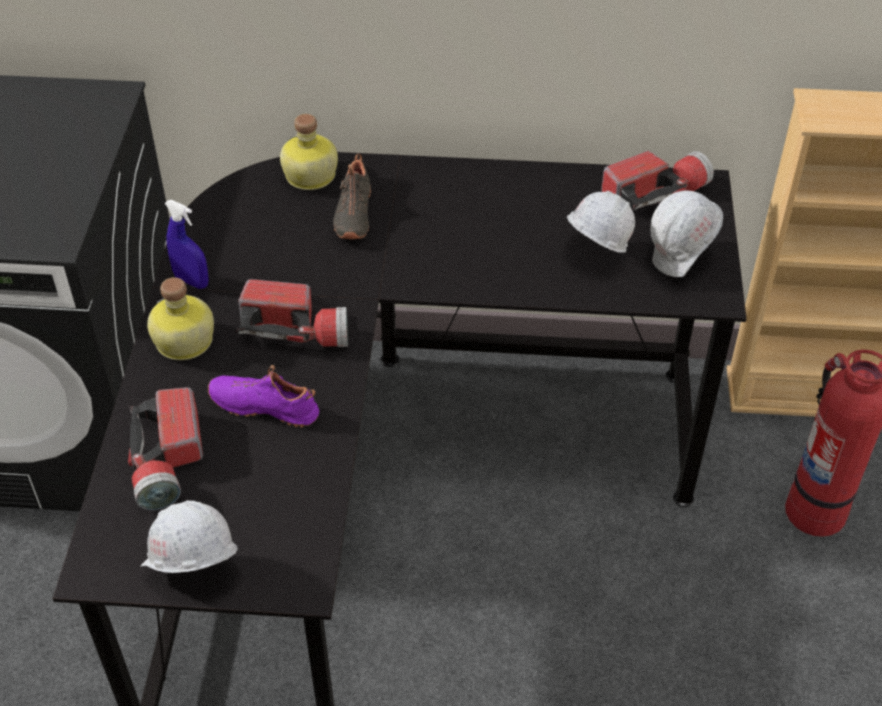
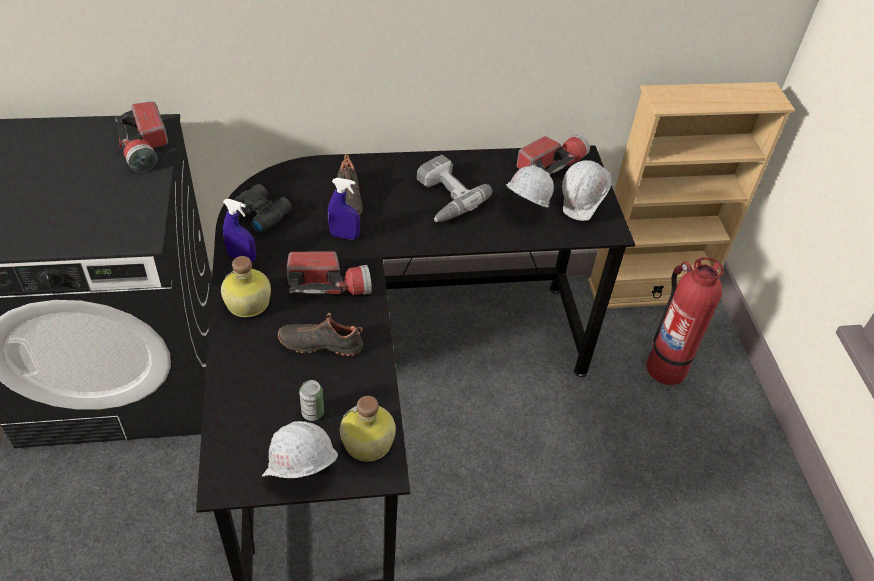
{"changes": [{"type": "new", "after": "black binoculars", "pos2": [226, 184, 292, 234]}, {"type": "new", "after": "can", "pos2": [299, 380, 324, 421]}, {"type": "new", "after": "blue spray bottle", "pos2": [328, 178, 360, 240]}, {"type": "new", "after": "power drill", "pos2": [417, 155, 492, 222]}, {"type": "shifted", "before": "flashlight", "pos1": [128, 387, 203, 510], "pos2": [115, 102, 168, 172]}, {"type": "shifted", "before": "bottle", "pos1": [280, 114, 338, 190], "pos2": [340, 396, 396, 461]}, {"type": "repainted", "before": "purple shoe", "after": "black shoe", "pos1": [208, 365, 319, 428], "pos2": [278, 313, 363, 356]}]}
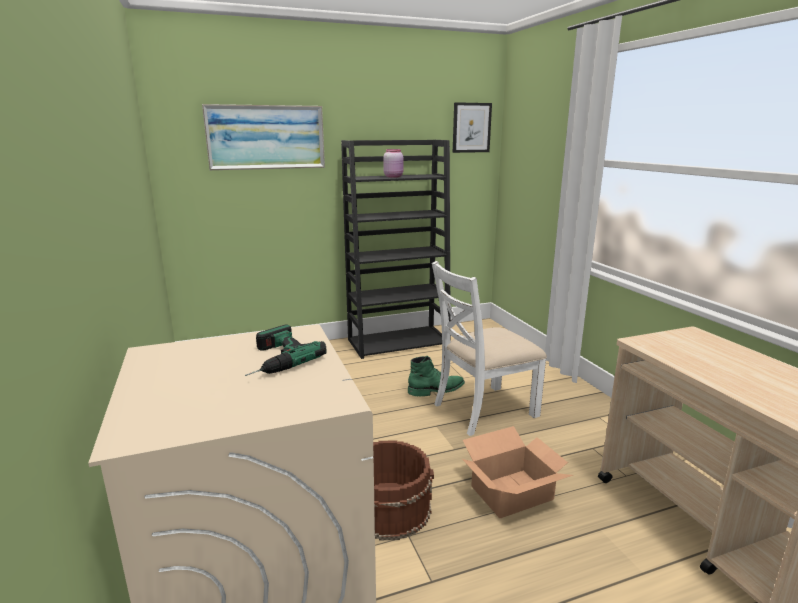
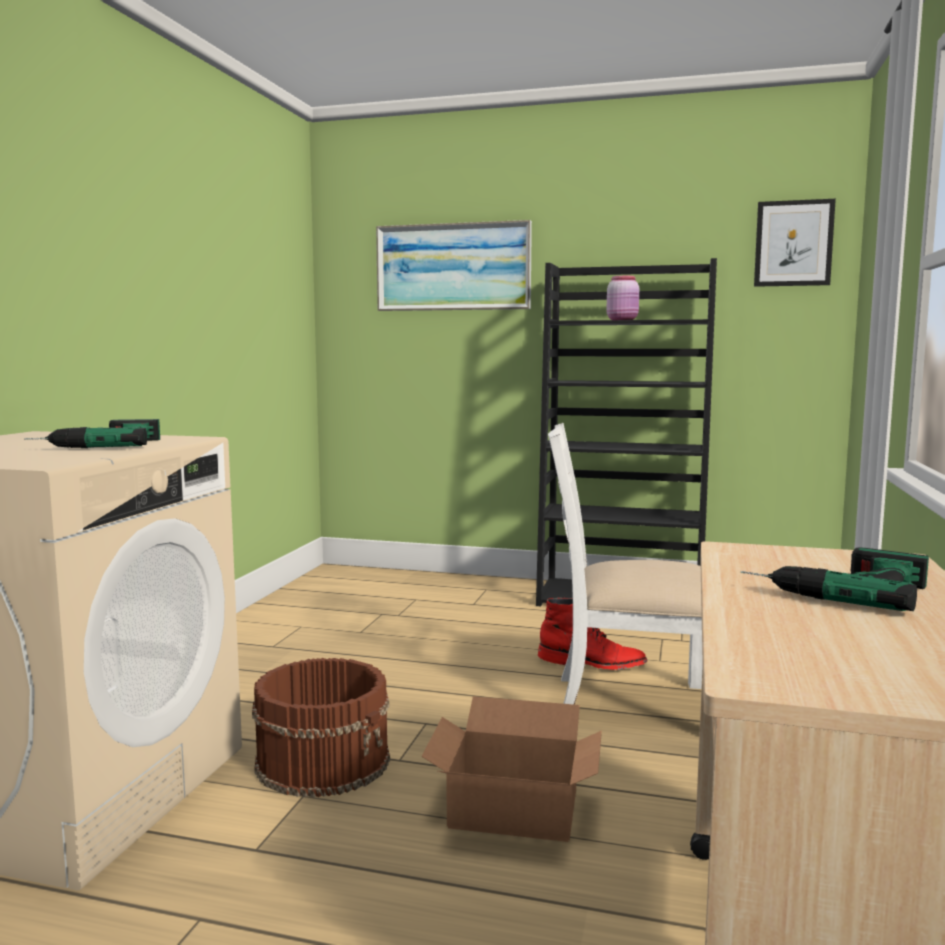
{"changes": [{"type": "new", "after": "power drill", "pos2": [741, 547, 929, 611]}, {"type": "repainted", "before": "green boot", "after": "red boot", "pos1": [408, 356, 465, 397], "pos2": [538, 598, 648, 670]}]}
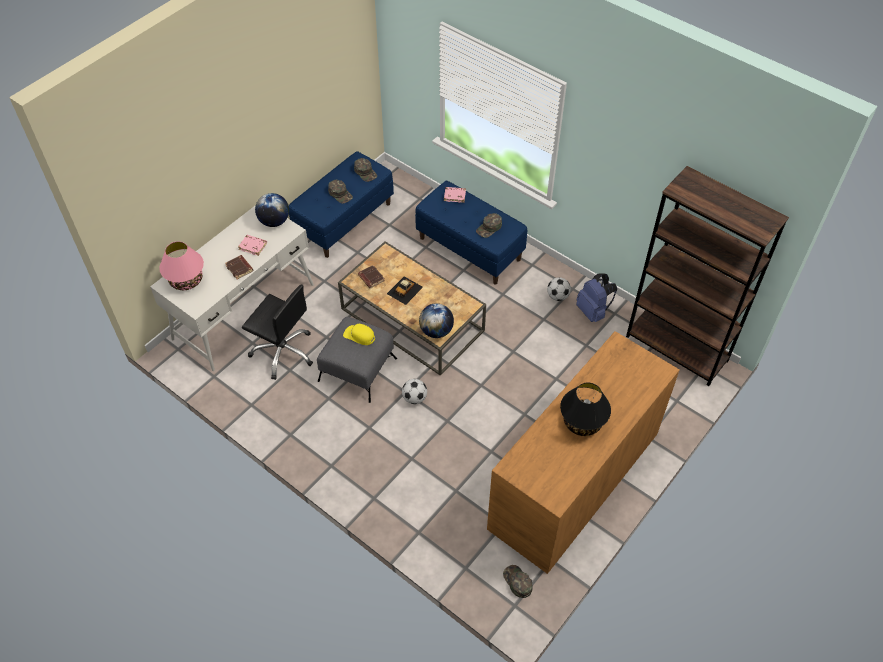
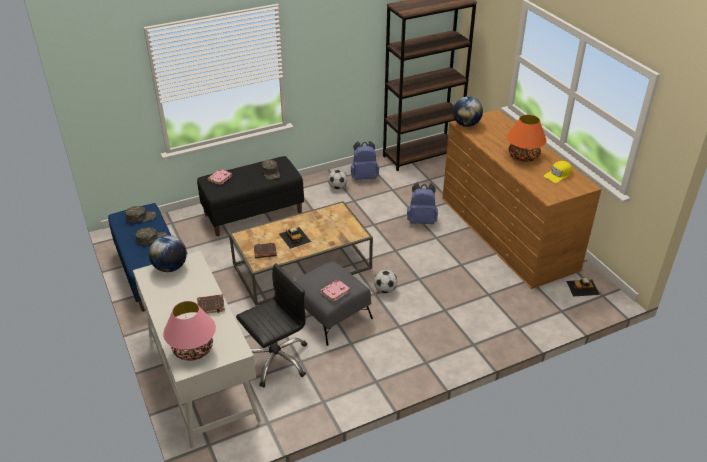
{"changes": [{"type": "new", "after": "blue backpack", "pos2": [407, 182, 438, 224]}, {"type": "shifted", "before": "pink book", "pos1": [238, 235, 267, 256], "pos2": [320, 280, 350, 302]}, {"type": "shifted", "before": "yellow cap", "pos1": [343, 324, 375, 345], "pos2": [544, 161, 572, 183]}, {"type": "shifted", "before": "globe", "pos1": [419, 303, 454, 338], "pos2": [453, 96, 483, 127]}, {"type": "swapped", "before": "green cap", "after": "toy car", "pos1": [503, 565, 533, 598], "pos2": [566, 278, 600, 296]}, {"type": "repainted", "before": "blue bench", "after": "black bench", "pos1": [415, 181, 527, 284], "pos2": [197, 156, 304, 236]}, {"type": "repainted", "before": "black table lamp", "after": "orange table lamp", "pos1": [560, 382, 611, 436], "pos2": [507, 115, 547, 162]}]}
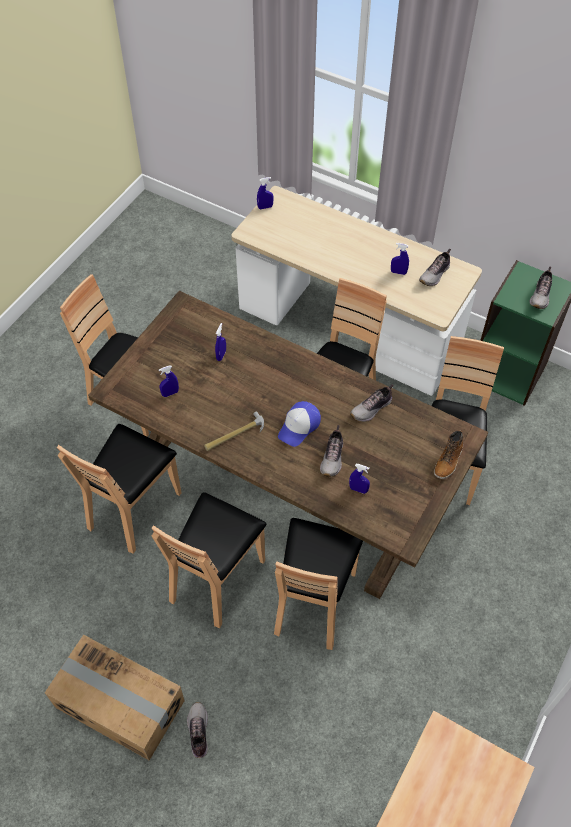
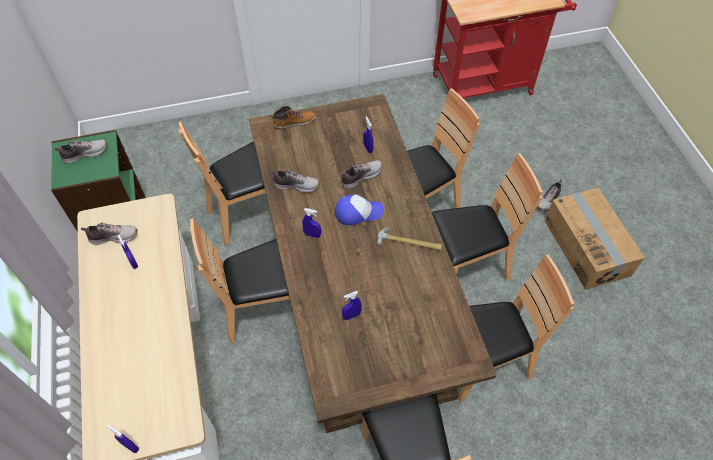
{"changes": [{"type": "shifted", "before": "blue spray bottle", "pos1": [159, 366, 179, 397], "pos2": [302, 208, 321, 238]}]}
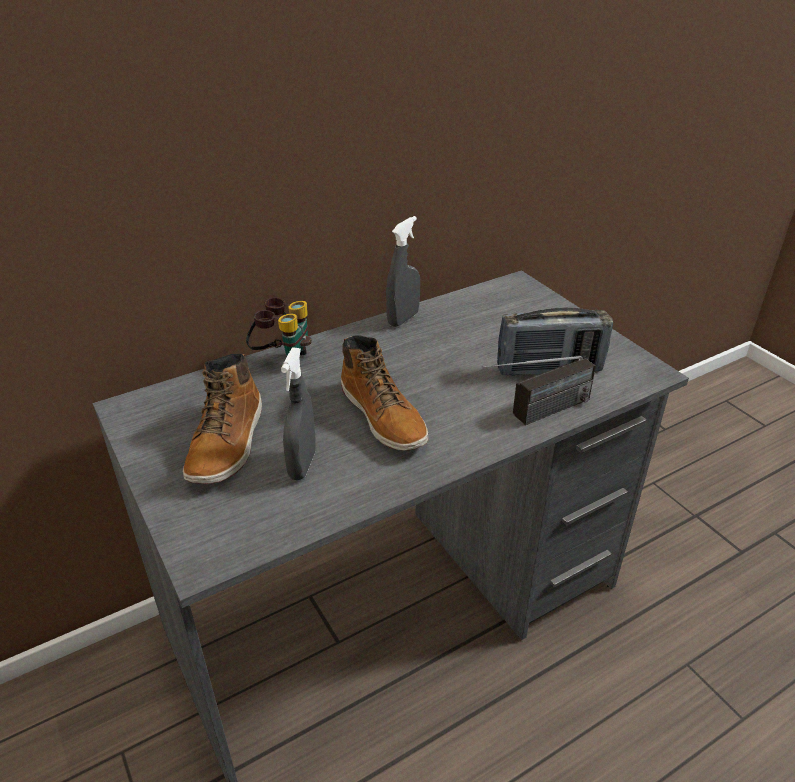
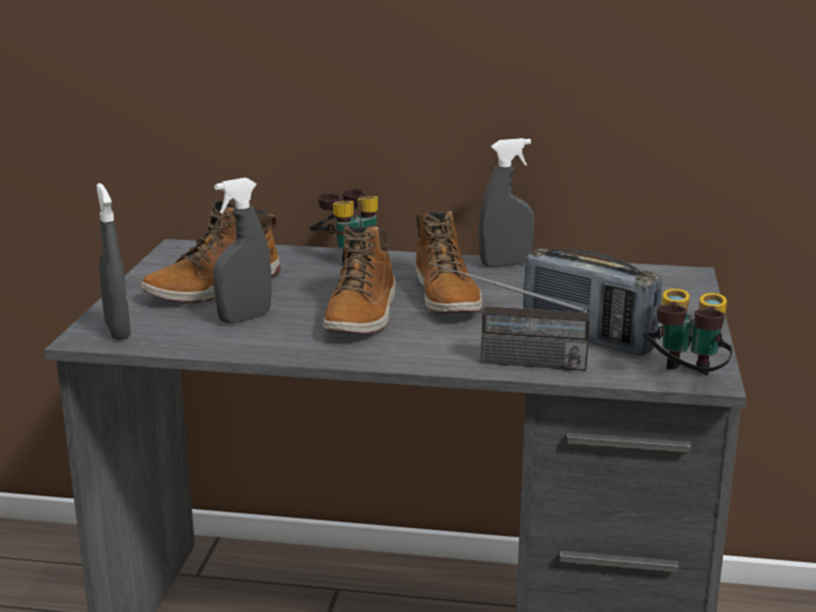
{"changes": [{"type": "new", "after": "grey spray bottle", "pos2": [96, 183, 131, 340]}, {"type": "new", "after": "boot", "pos2": [416, 210, 482, 313]}, {"type": "new", "after": "binoculars", "pos2": [643, 289, 732, 375]}]}
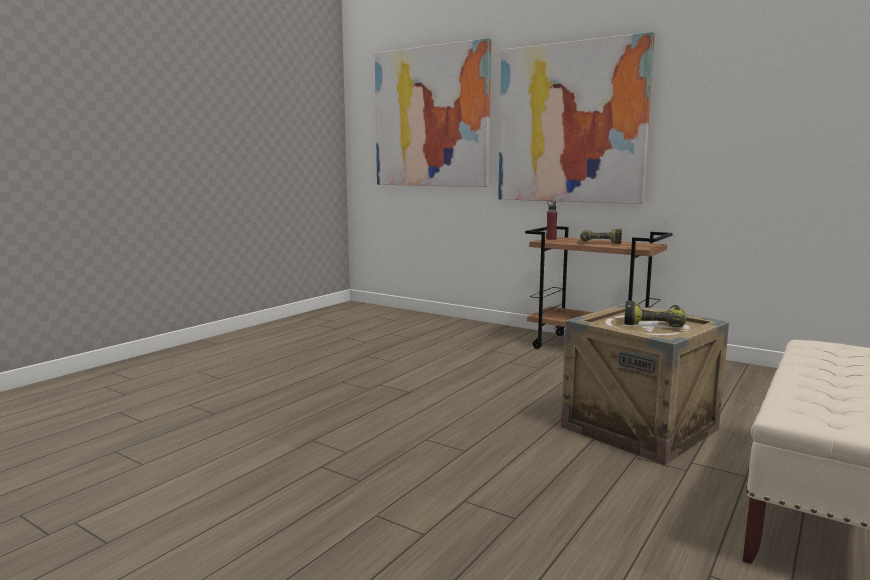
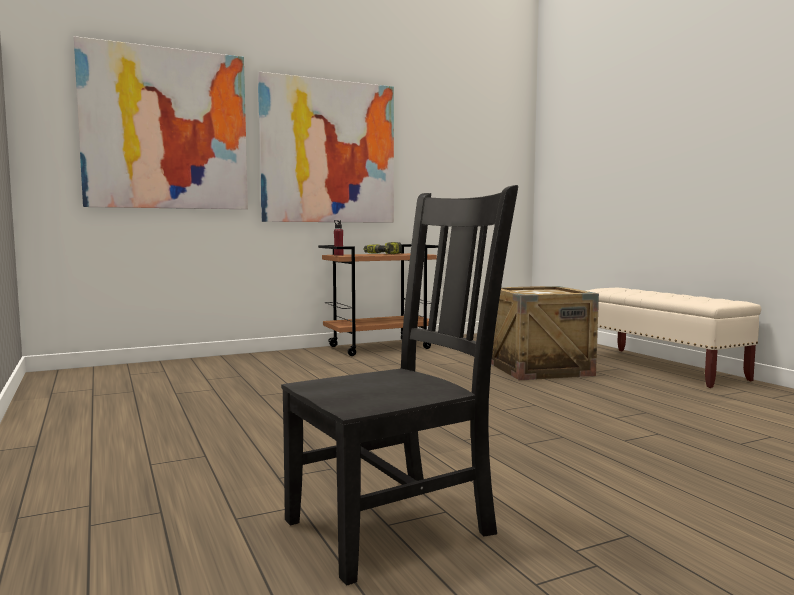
{"changes": [{"type": "gone", "before": "power drill", "pos1": [624, 301, 686, 327]}, {"type": "new", "after": "black chair", "pos2": [281, 185, 518, 586]}]}
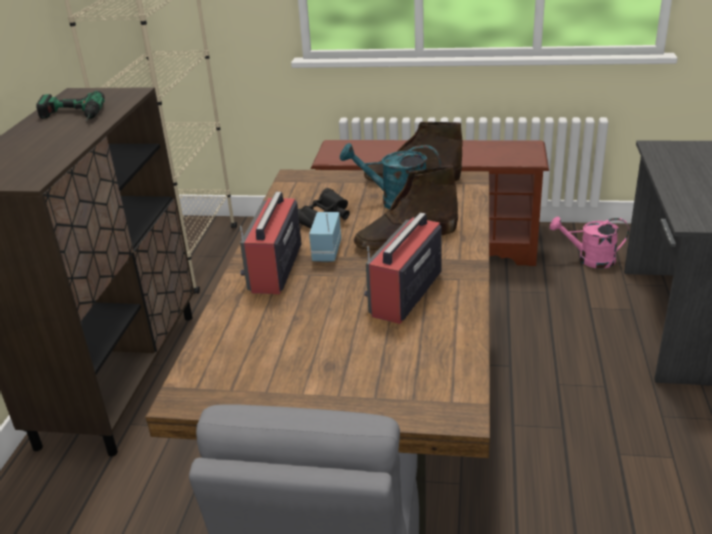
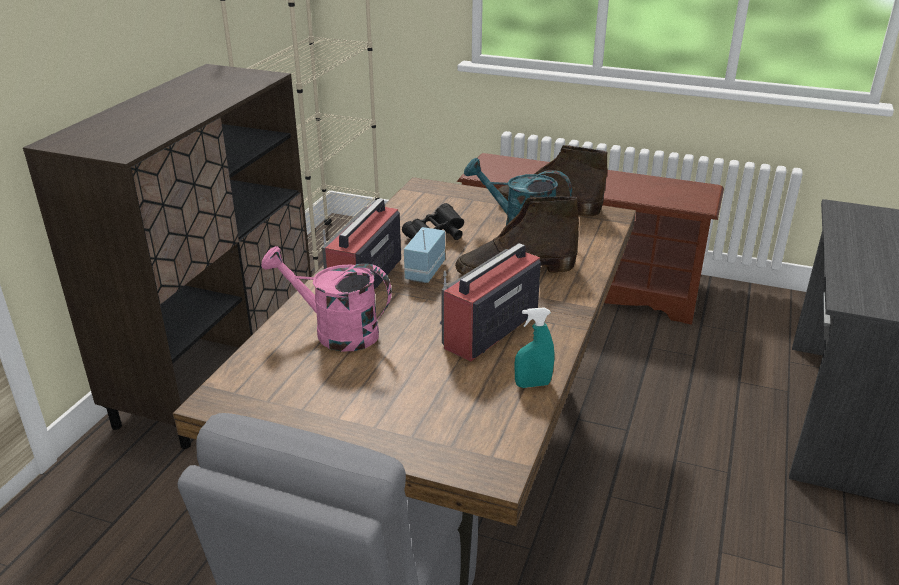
{"changes": [{"type": "gone", "before": "power drill", "pos1": [36, 91, 105, 121]}, {"type": "new", "after": "turquoise spray bottle", "pos2": [515, 307, 554, 388]}, {"type": "shifted", "before": "pink watering can", "pos1": [550, 217, 629, 269], "pos2": [261, 246, 392, 351]}]}
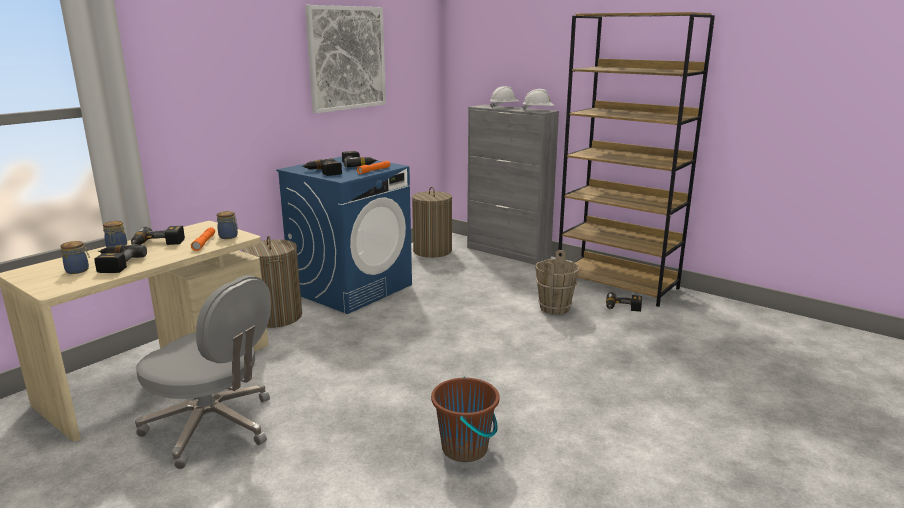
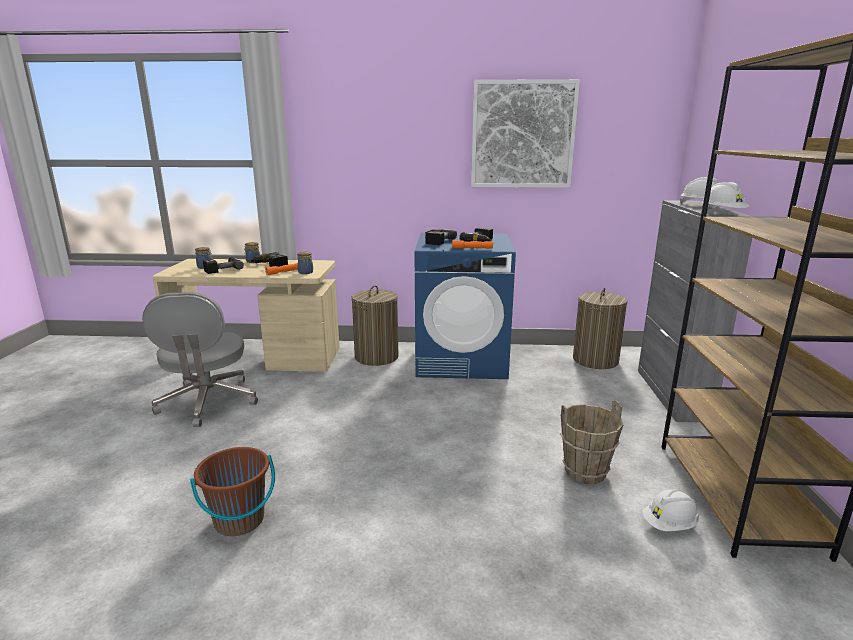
{"changes": [{"type": "swapped", "before": "power drill", "after": "white hard hat", "pos1": [606, 292, 642, 312], "pos2": [642, 489, 699, 531]}]}
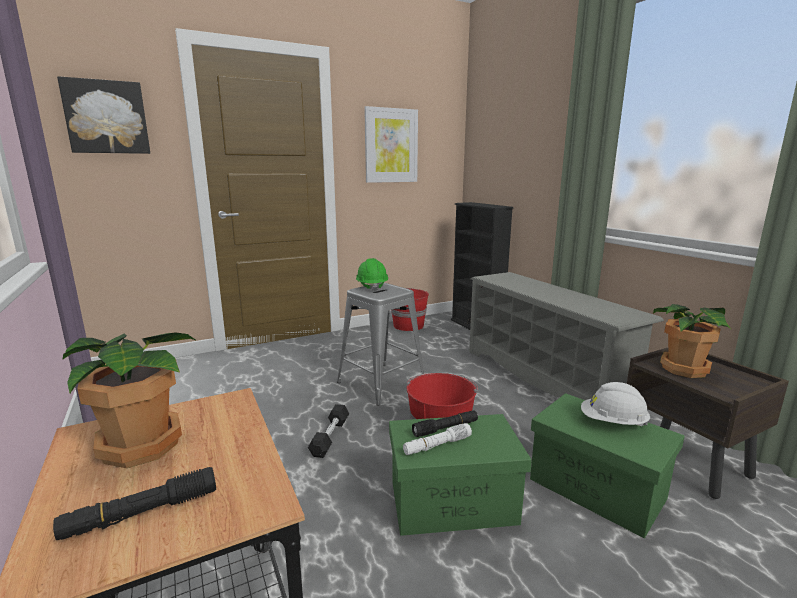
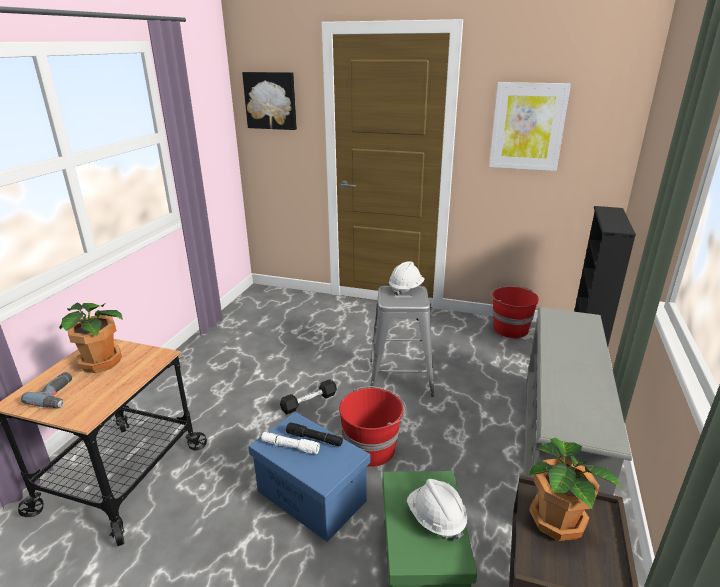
{"changes": [{"type": "swapped", "before": "black flashlight", "after": "power drill", "pos1": [53, 467, 216, 540], "pos2": [21, 372, 72, 409]}, {"type": "repainted", "before": "green hard hat", "after": "white hard hat", "pos1": [356, 258, 388, 292], "pos2": [389, 261, 425, 296]}, {"type": "repainted", "before": "green storage box", "after": "blue storage box", "pos1": [389, 414, 532, 536], "pos2": [248, 412, 370, 542]}]}
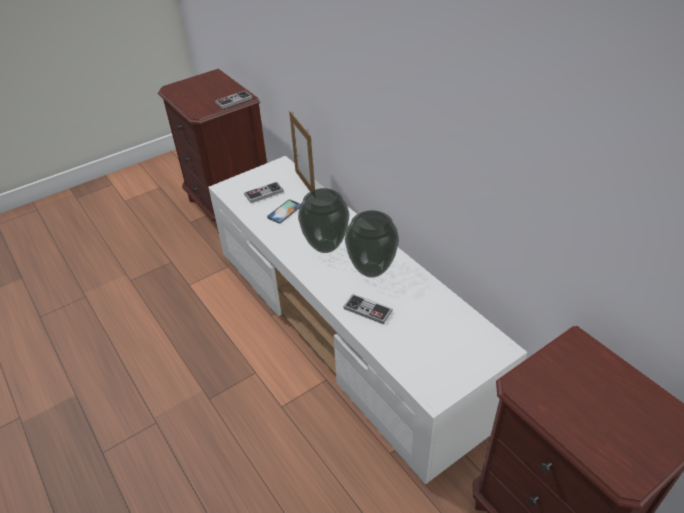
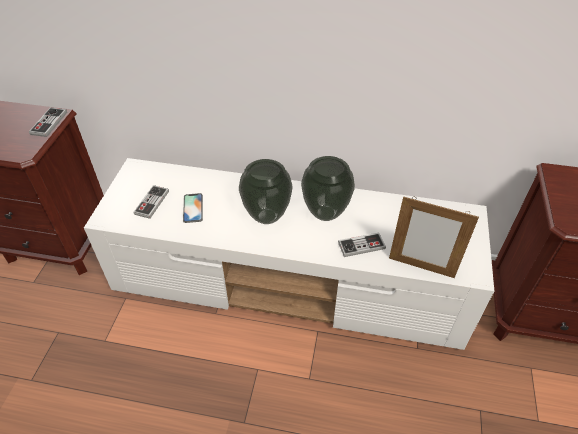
{"changes": [{"type": "shifted", "before": "picture frame", "pos1": [289, 111, 315, 192], "pos2": [389, 196, 479, 278]}]}
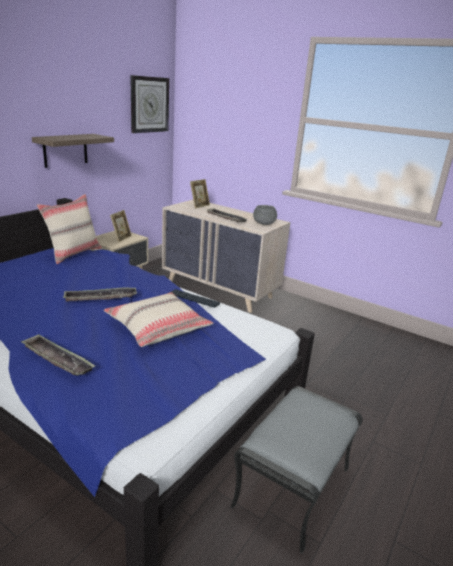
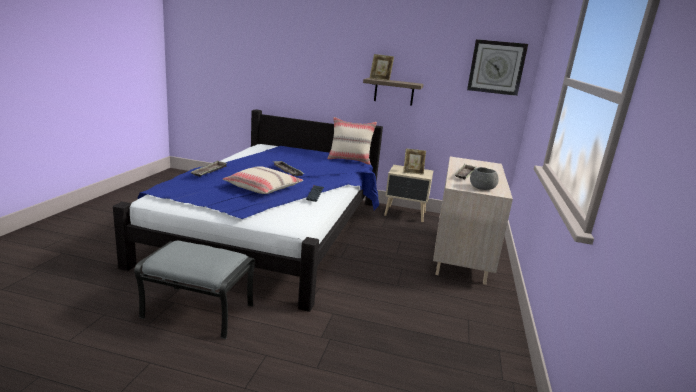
{"changes": [{"type": "shifted", "before": "picture frame", "pos1": [190, 179, 210, 209], "pos2": [370, 54, 394, 81]}]}
